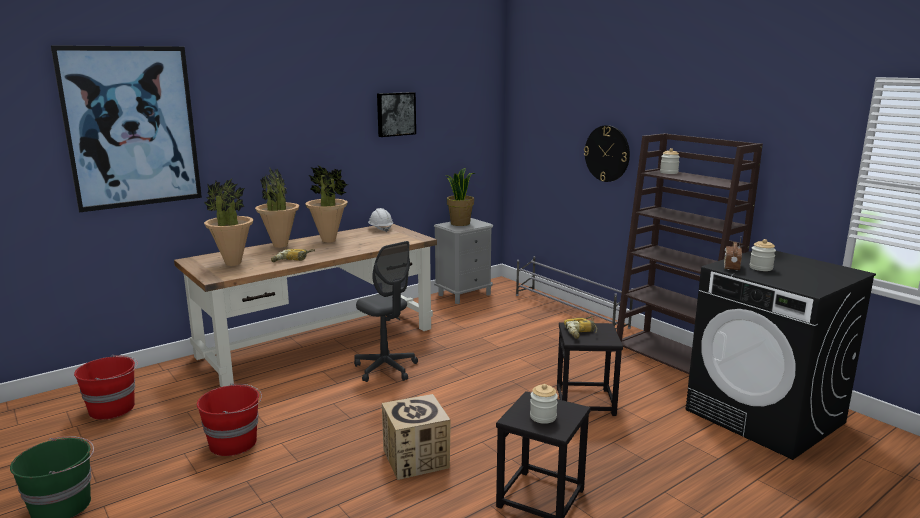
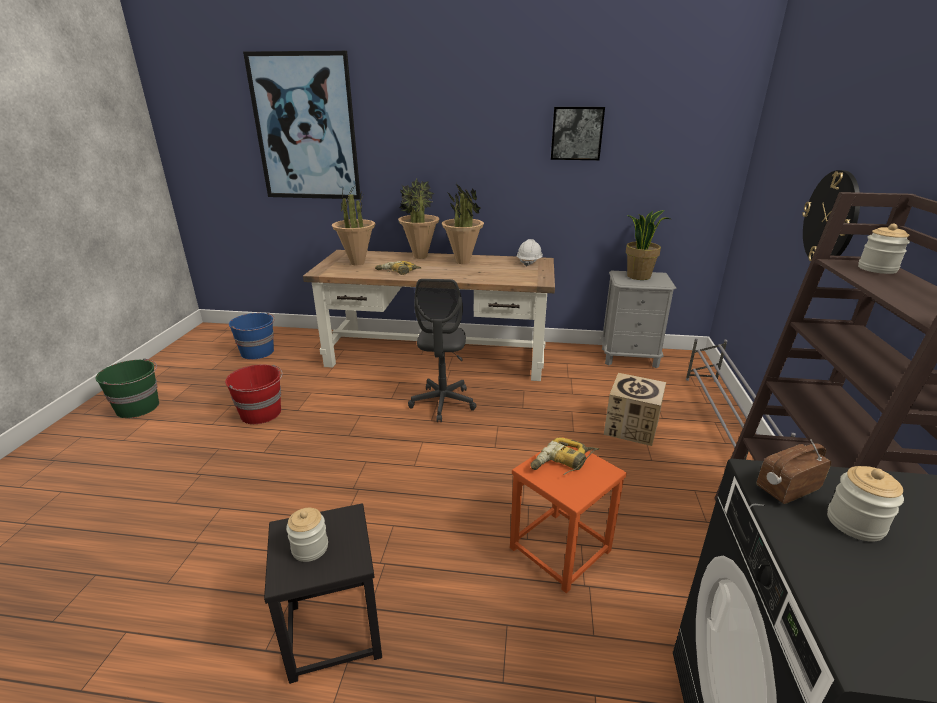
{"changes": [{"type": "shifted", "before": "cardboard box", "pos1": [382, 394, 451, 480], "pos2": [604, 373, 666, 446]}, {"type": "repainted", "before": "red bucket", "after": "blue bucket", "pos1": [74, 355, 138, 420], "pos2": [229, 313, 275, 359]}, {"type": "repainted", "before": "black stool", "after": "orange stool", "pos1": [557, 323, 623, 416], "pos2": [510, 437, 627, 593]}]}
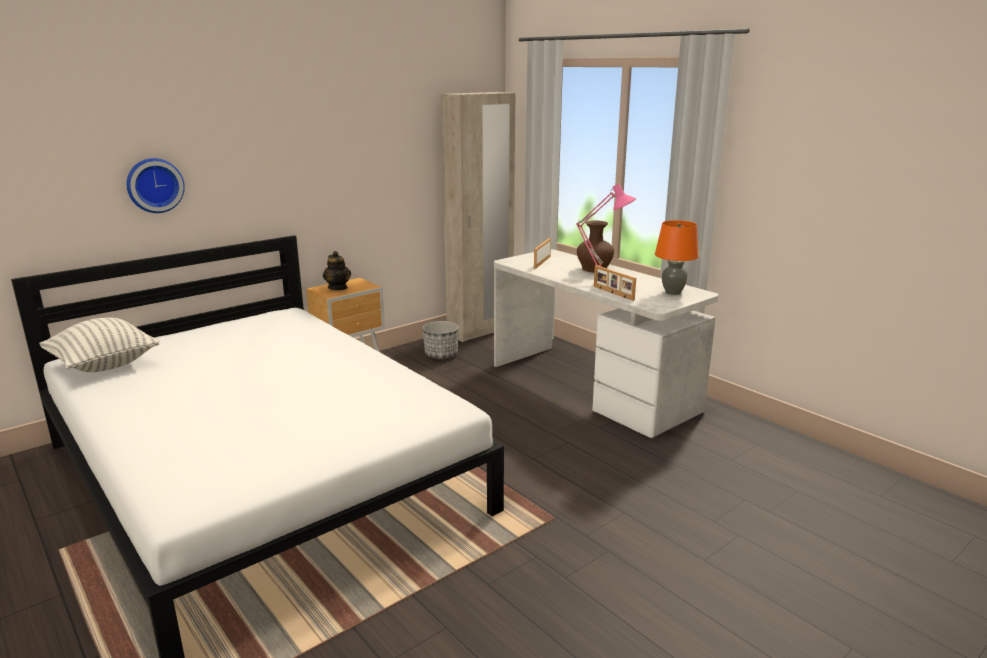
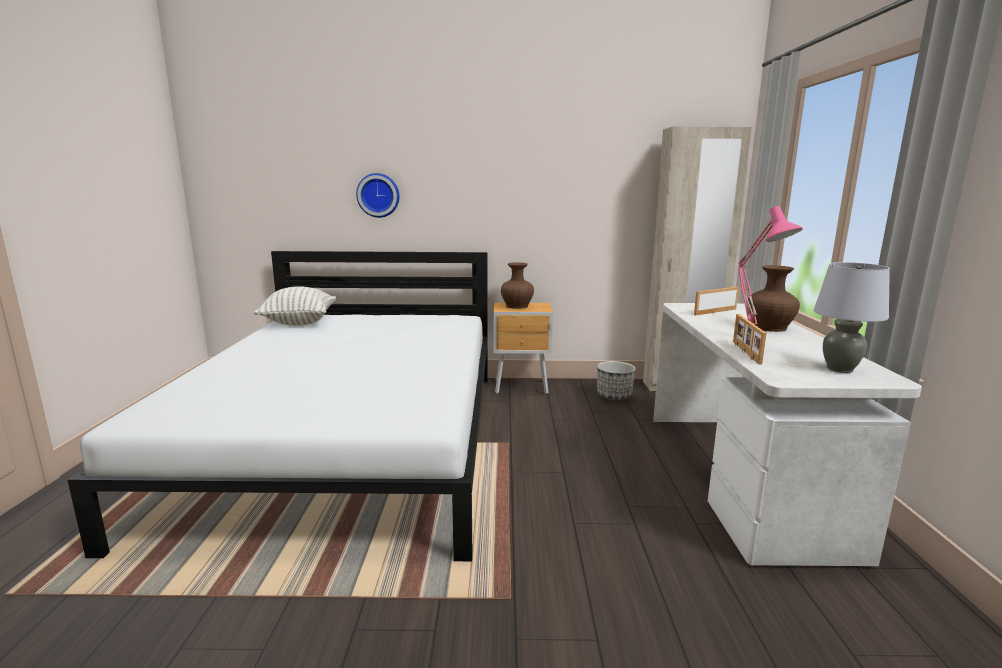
{"changes": [{"type": "swapped", "before": "teapot", "after": "brown vase", "pos1": [323, 251, 351, 290], "pos2": [501, 262, 534, 309]}, {"type": "repainted", "before": "orange table lamp", "after": "grey table lamp", "pos1": [655, 220, 699, 295], "pos2": [814, 262, 890, 373]}]}
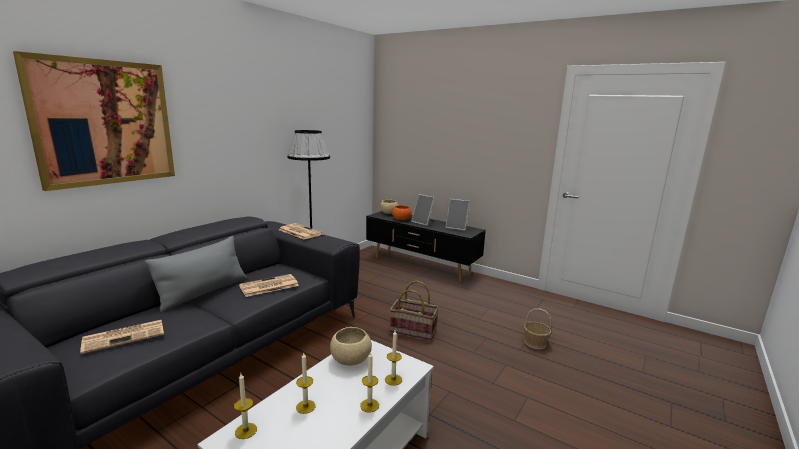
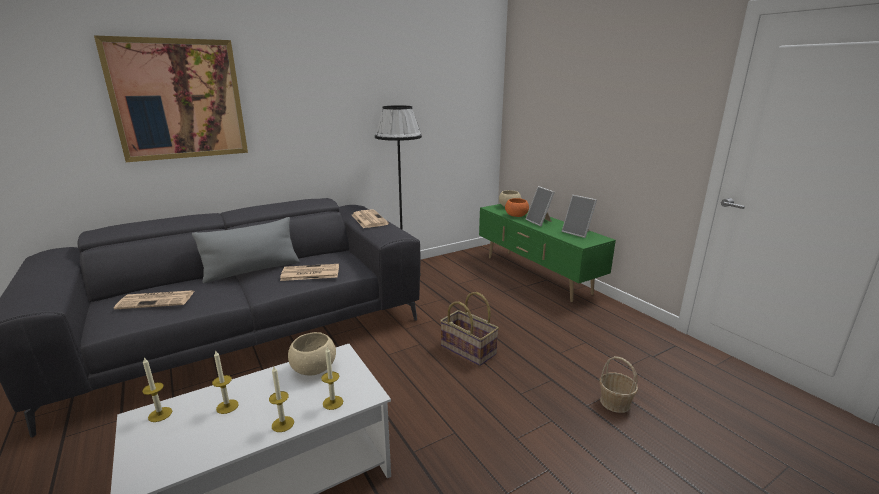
{"changes": [{"type": "repainted", "before": "black tv stand", "after": "green tv stand", "pos1": [366, 211, 486, 282], "pos2": [479, 204, 616, 302]}]}
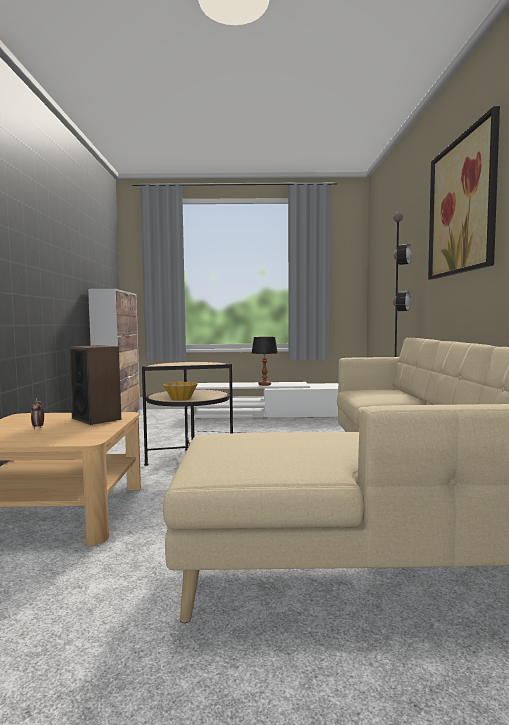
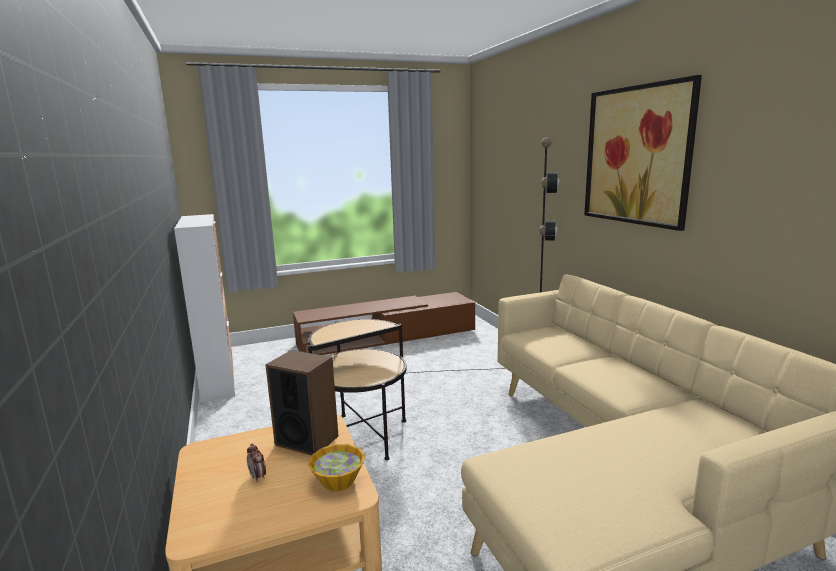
{"changes": [{"type": "gone", "before": "table lamp", "pos1": [252, 337, 278, 386]}, {"type": "shifted", "before": "bowl", "pos1": [164, 382, 198, 401], "pos2": [308, 444, 365, 491]}, {"type": "repainted", "before": "white tv stand", "after": "brown tv stand", "pos1": [194, 382, 338, 419], "pos2": [293, 292, 475, 355]}]}
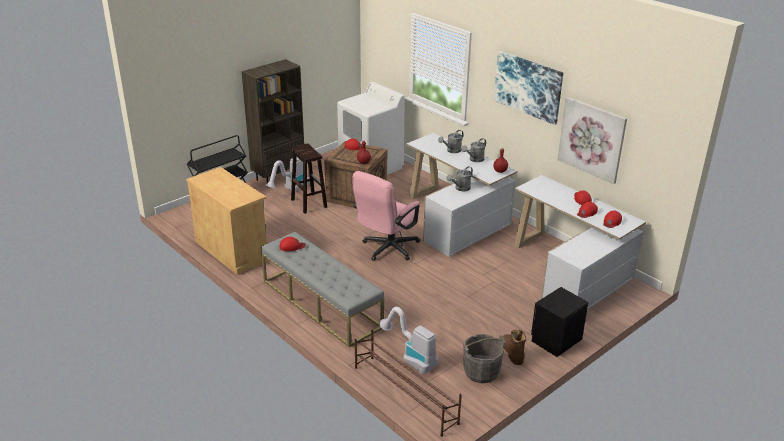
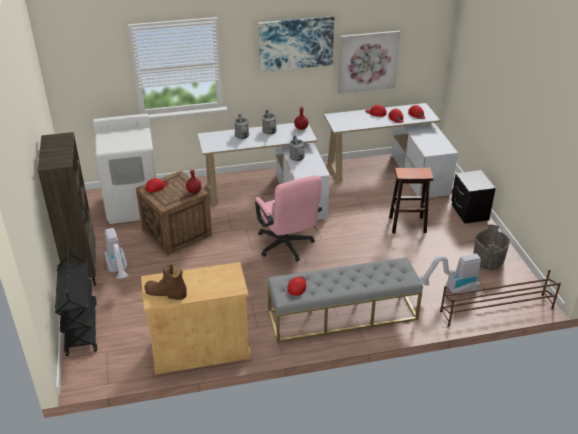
{"changes": [{"type": "shifted", "before": "brown stool", "pos1": [291, 143, 327, 214], "pos2": [389, 168, 433, 233]}, {"type": "shifted", "before": "brown boot", "pos1": [503, 330, 526, 365], "pos2": [145, 265, 187, 300]}]}
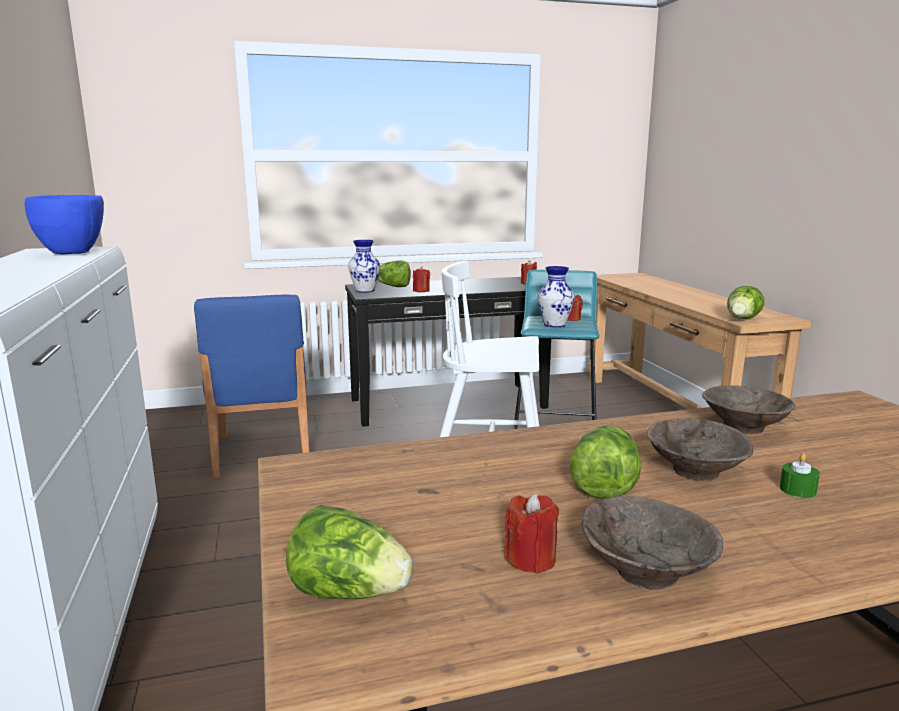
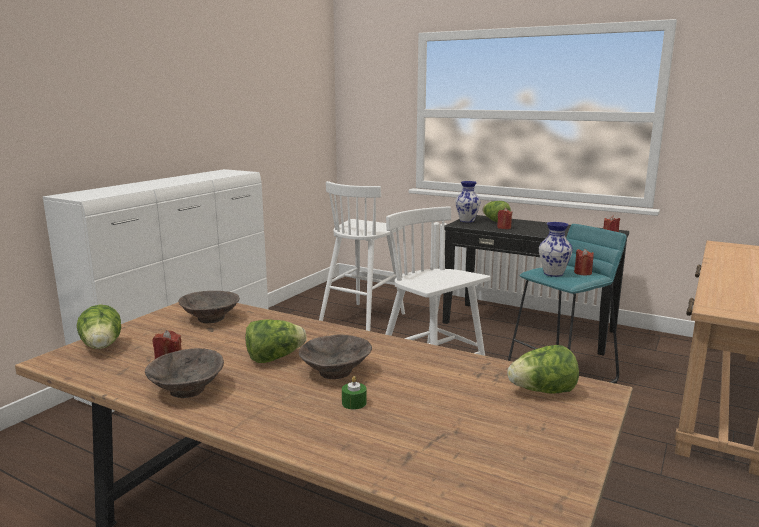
{"changes": [{"type": "gone", "before": "blue bowl", "pos1": [25, 195, 104, 254]}, {"type": "shifted", "before": "brown bowl", "pos1": [702, 385, 795, 434], "pos2": [178, 291, 240, 323]}, {"type": "shifted", "before": "lettuce", "pos1": [727, 286, 765, 319], "pos2": [507, 345, 579, 393]}, {"type": "swapped", "before": "blue chair", "after": "white stool", "pos1": [194, 295, 309, 478], "pos2": [319, 181, 405, 331]}]}
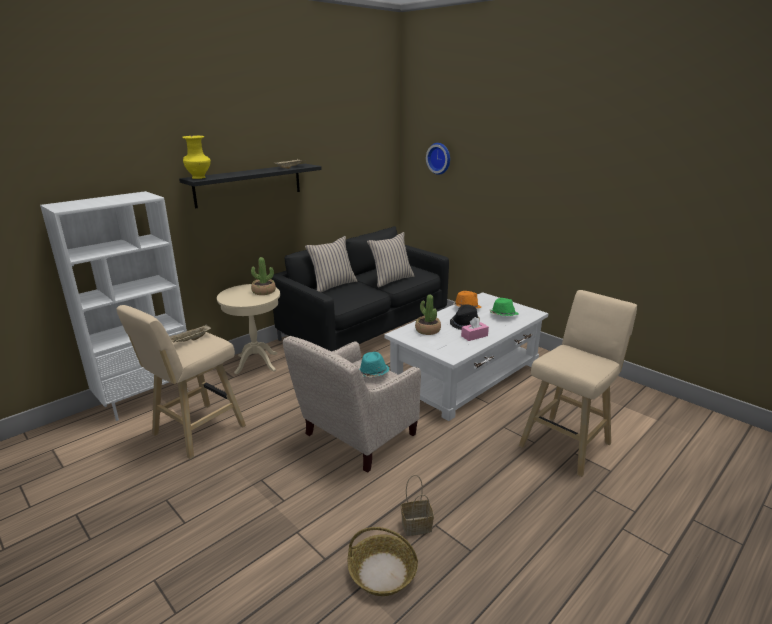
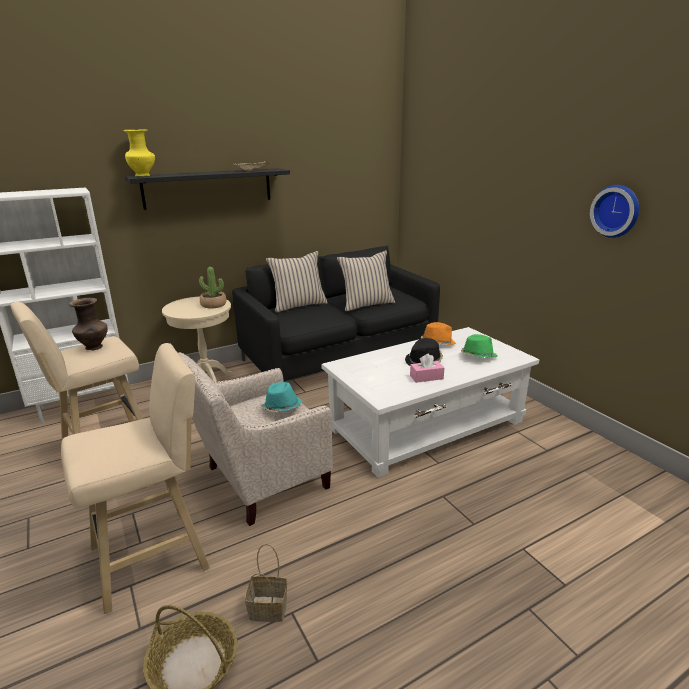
{"changes": [{"type": "gone", "before": "potted plant", "pos1": [415, 295, 441, 335]}, {"type": "shifted", "before": "wall clock", "pos1": [426, 143, 450, 175], "pos2": [590, 185, 639, 238]}, {"type": "shifted", "before": "beige stool", "pos1": [519, 290, 637, 477], "pos2": [61, 343, 210, 614]}, {"type": "swapped", "before": "beige tray", "after": "brown vase", "pos1": [170, 324, 211, 342], "pos2": [69, 298, 108, 351]}]}
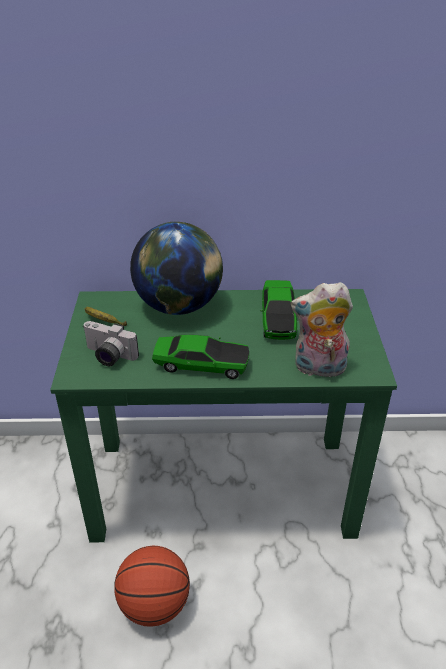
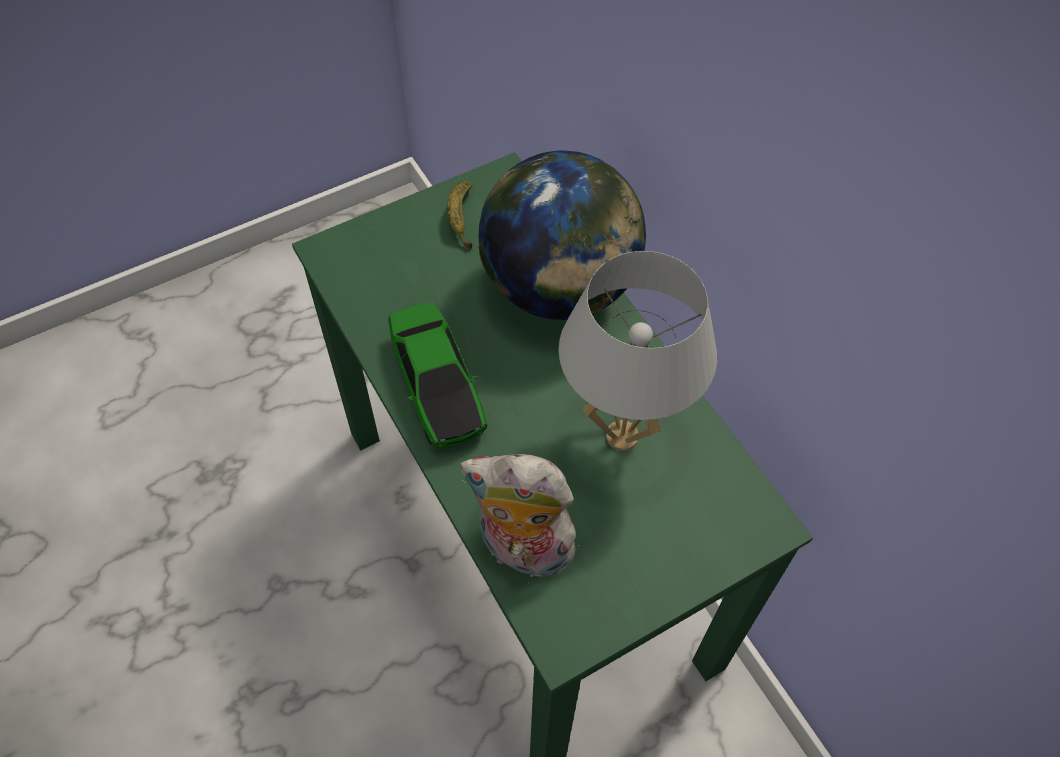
{"changes": [{"type": "gone", "before": "photo camera", "pos1": [82, 321, 139, 366]}, {"type": "gone", "before": "basketball", "pos1": [115, 546, 190, 627]}, {"type": "swapped", "before": "toy car", "after": "white table lamp", "pos1": [260, 280, 297, 340], "pos2": [559, 251, 717, 451]}, {"type": "rotated", "before": "plush toy", "pos1": [291, 282, 353, 379], "pos2": [460, 454, 585, 583], "turn": -45}]}
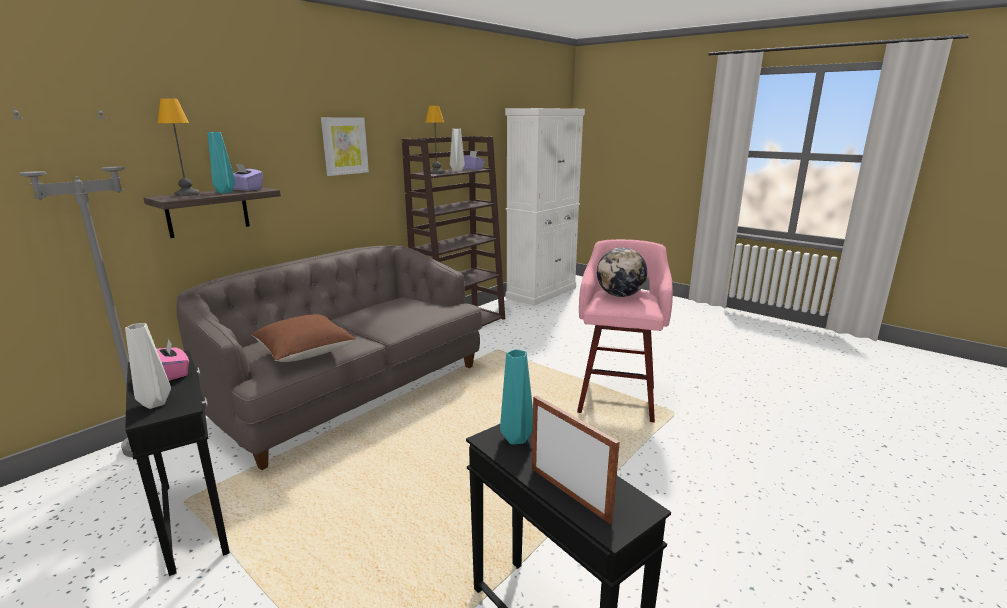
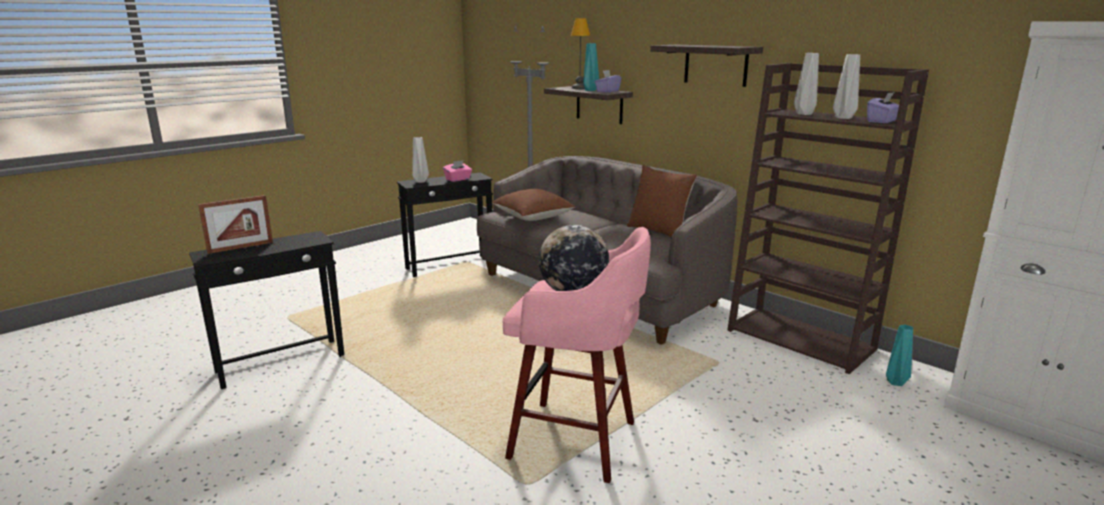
{"changes": [{"type": "new", "after": "brown pillow", "pos2": [627, 165, 697, 237]}, {"type": "shifted", "before": "turquoise vase", "pos1": [500, 349, 533, 445], "pos2": [886, 324, 913, 386]}, {"type": "swapped", "before": "picture", "after": "shelf", "pos1": [321, 117, 369, 176], "pos2": [650, 45, 763, 87]}, {"type": "swapped", "before": "table lamp", "after": "grey vase", "pos1": [425, 106, 445, 174], "pos2": [794, 53, 819, 115]}]}
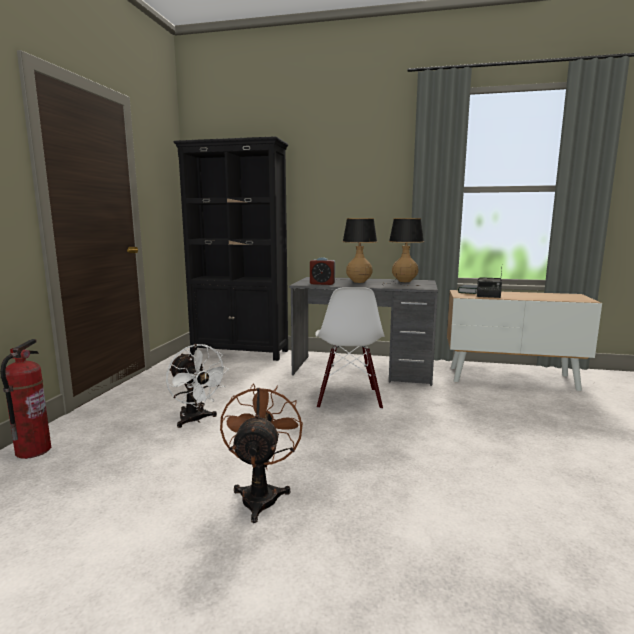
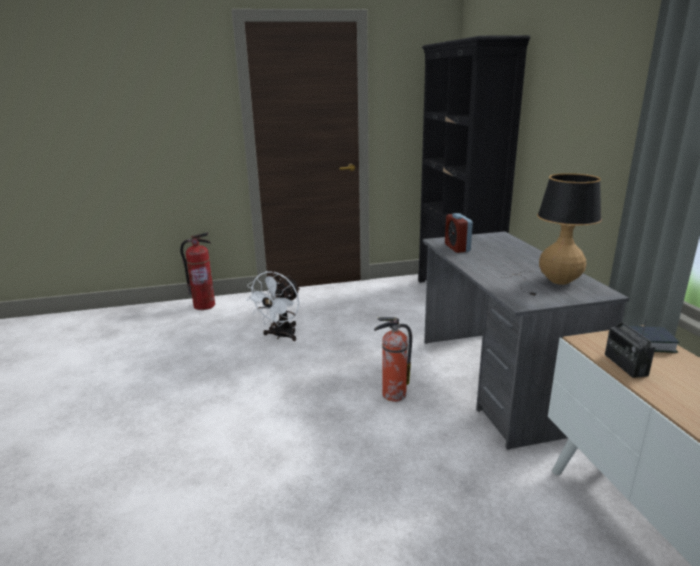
{"changes": [{"type": "gone", "before": "brown fan", "pos1": [220, 384, 303, 523]}, {"type": "gone", "before": "table lamp", "pos1": [342, 218, 377, 283]}, {"type": "swapped", "before": "white chair", "after": "fire extinguisher", "pos1": [315, 287, 385, 409], "pos2": [374, 317, 412, 402]}]}
